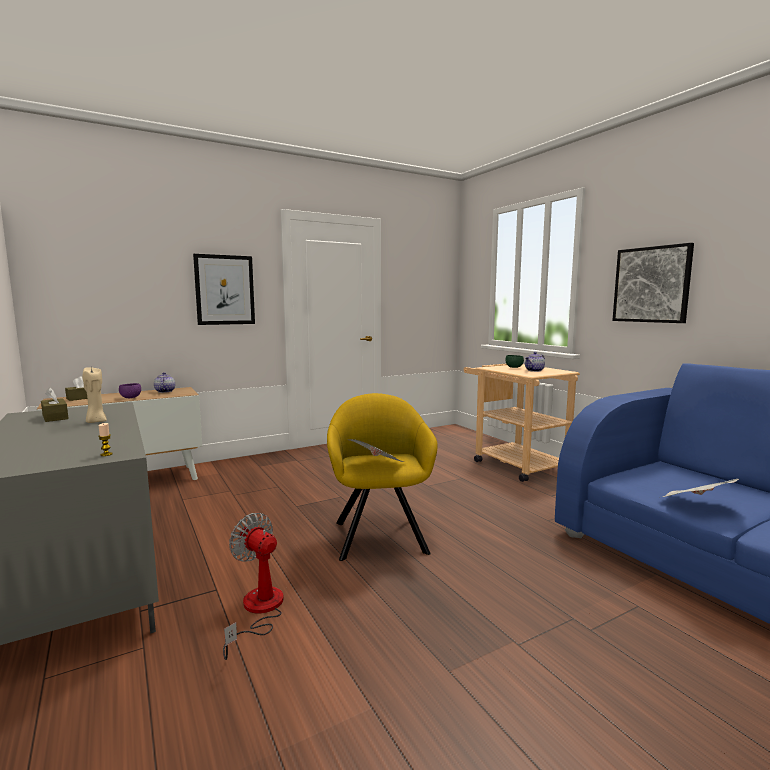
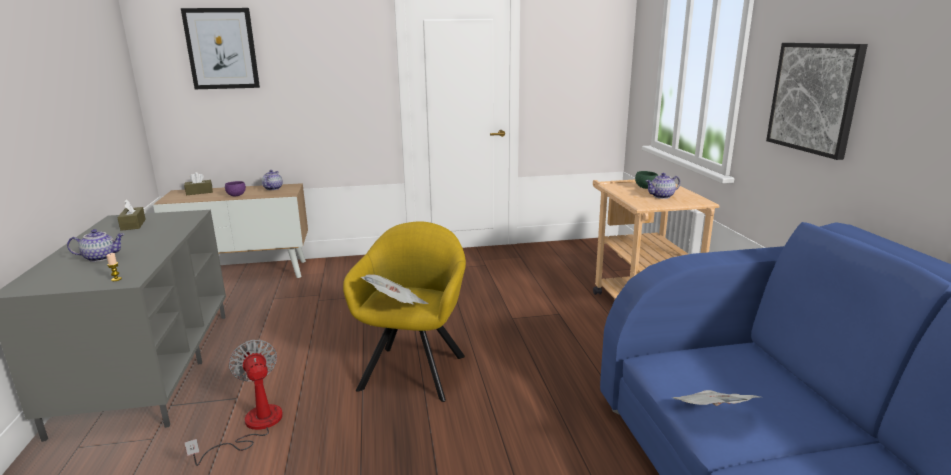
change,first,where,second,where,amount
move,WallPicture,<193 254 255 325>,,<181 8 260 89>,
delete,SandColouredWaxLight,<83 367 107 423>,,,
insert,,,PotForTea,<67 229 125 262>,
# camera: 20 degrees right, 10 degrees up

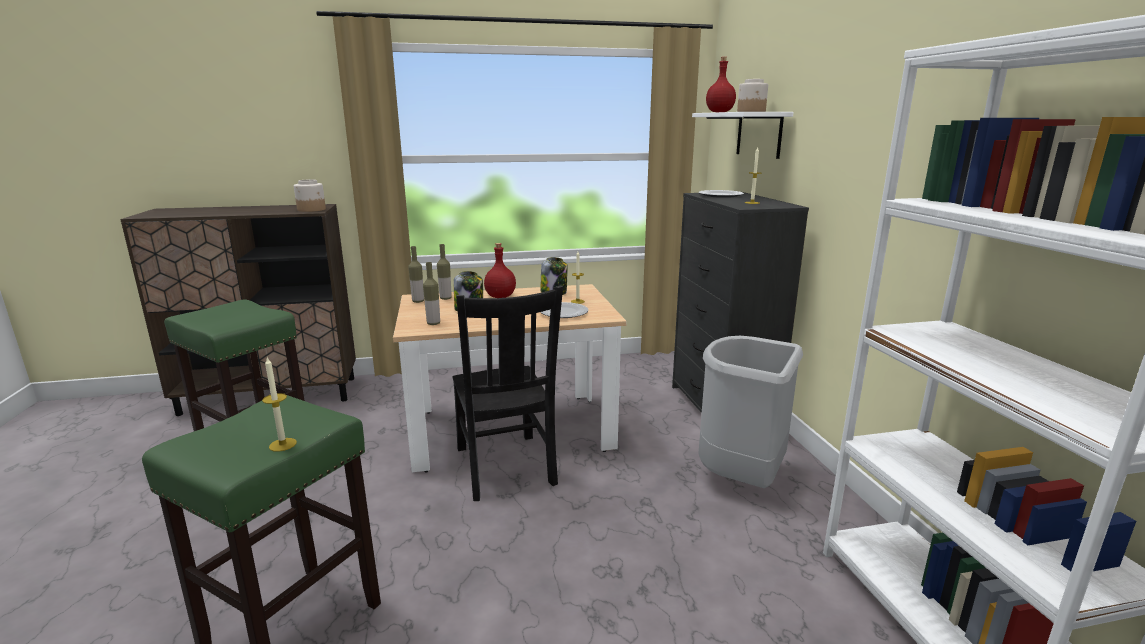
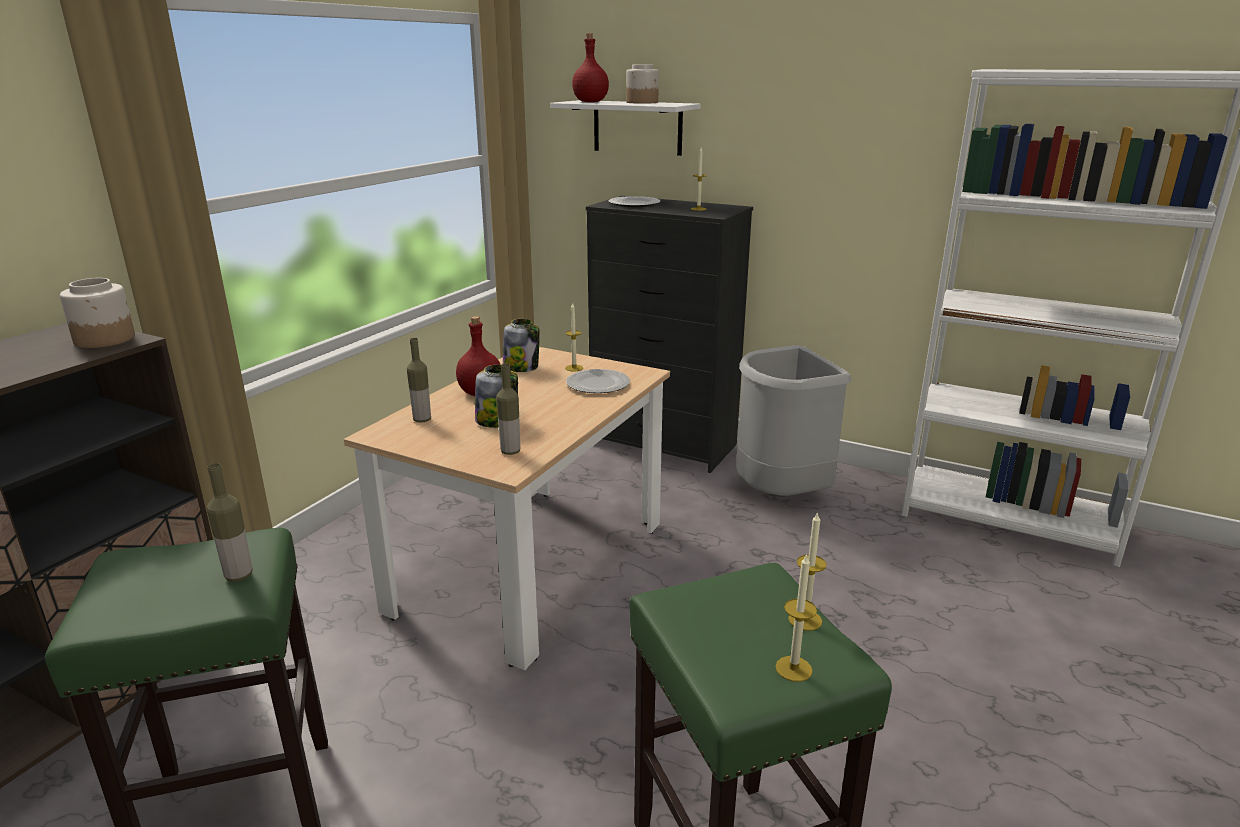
change,first,where,second,where,amount
move,DrinkBottle,<408 246 424 303>,,<207 463 252 582>,
delete,BlackPlainChair,<452 286 563 501>,,,
insert,,,WaxLight,<775 553 817 682>,
# camera: 50 degrees left, 5 degrees up

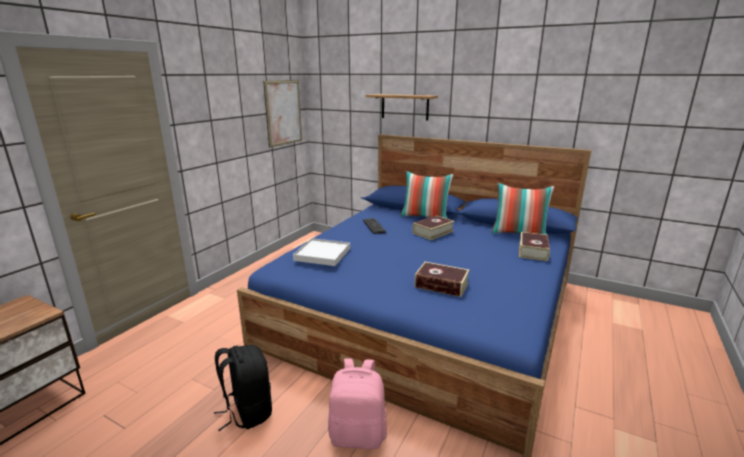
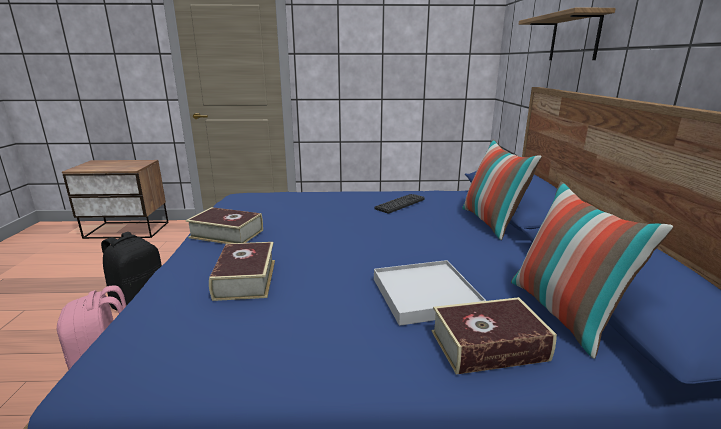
change,first,where,second,where,amount
delete,WallPicture,<263 80 302 148>,,,
move,BoundBook,<413 215 455 240>,,<186 207 263 244>,
move,WhiteColouredCarryingTray,<293 238 350 266>,,<374 260 486 326>,
# camera: 60 degrees right, 0 degrees up

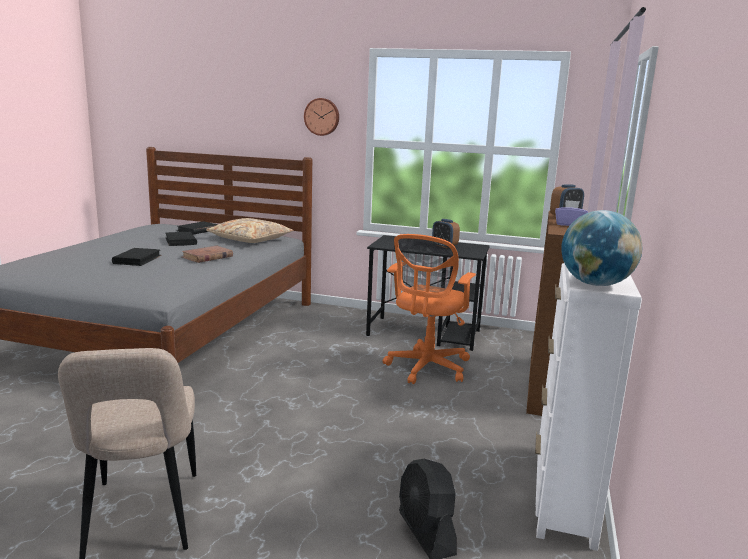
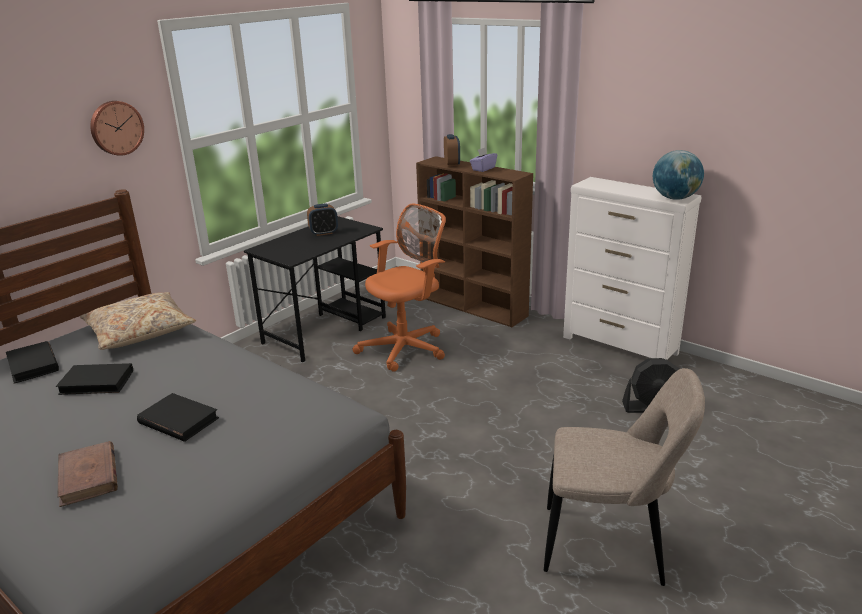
change,first,where,second,where,amount
rotate,OrangeColouredOfficeChair,<383 234 476 384>,,<353 204 446 372>,90 degrees counterclockwise
move,BrownishBoundBook,<182 245 233 263>,,<58 441 118 507>,
# camera: 65 degrees left, 10 degrees up

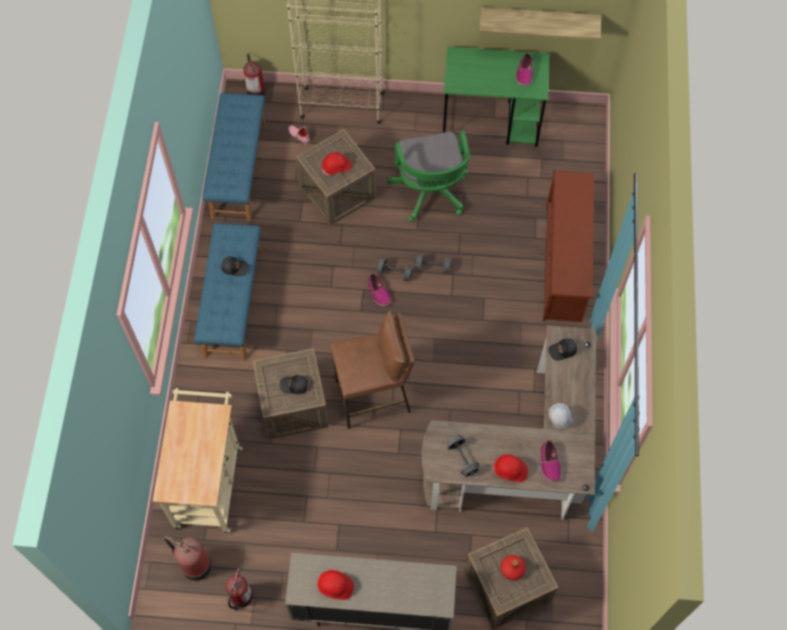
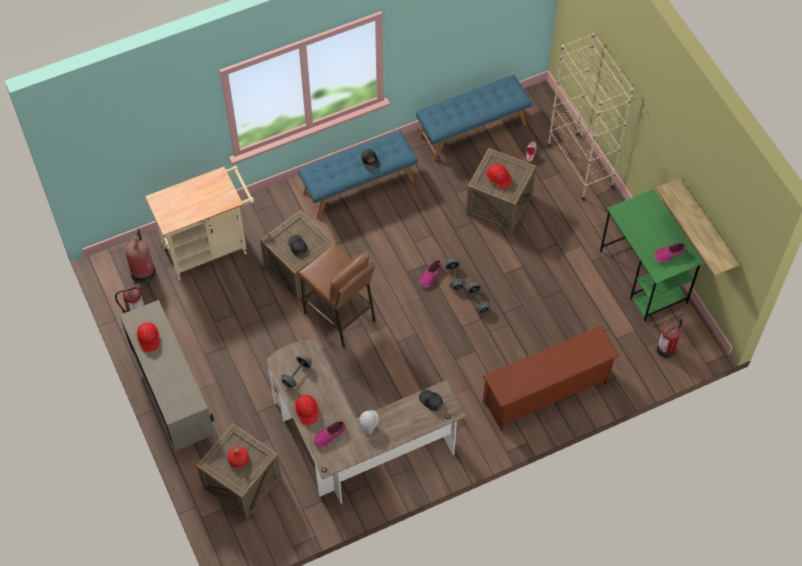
change,first,where,second,where,amount
move,FireFightingCylinder,<243 54 265 96>,,<657 319 682 358>,
delete,GreenishOfficeChair,<387 130 470 221>,,,
# camera: 60 degrees right, 5 degrees down

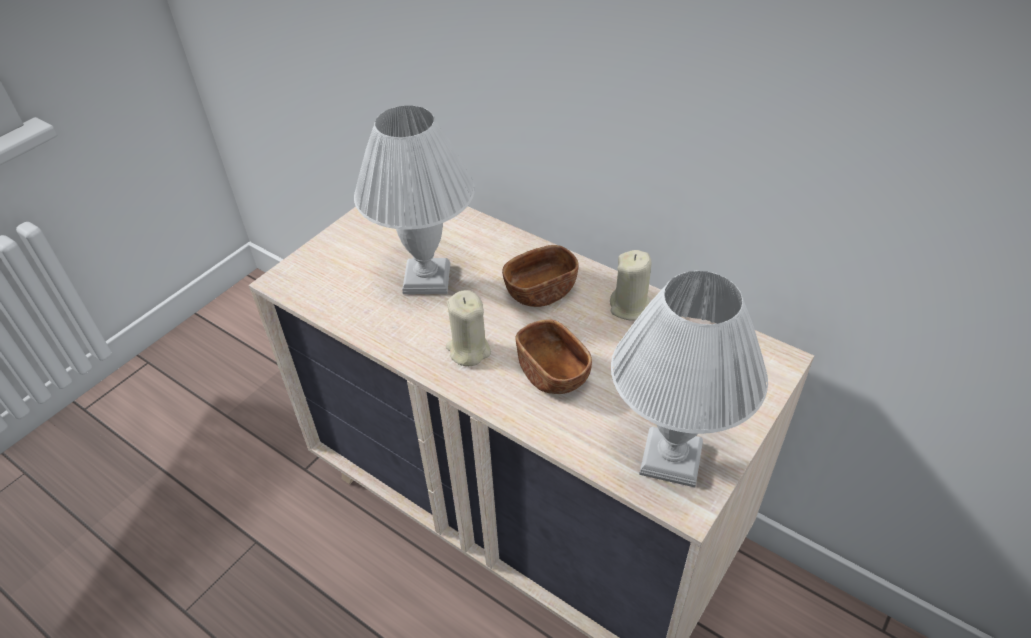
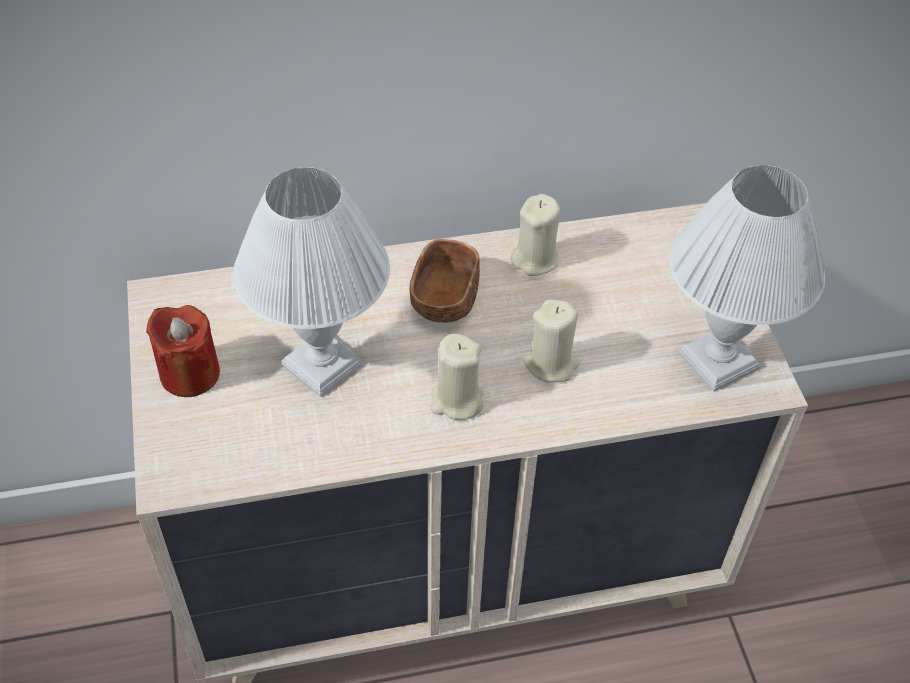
change,first,where,second,where,amount
replace,BrownishBowl,<515 319 592 394>,SandColouredWaxLight,<524 300 580 382>,
insert,,,ReddishWaxLight,<146 305 220 397>,
# camera: 50 degrees left, 5 degrees up

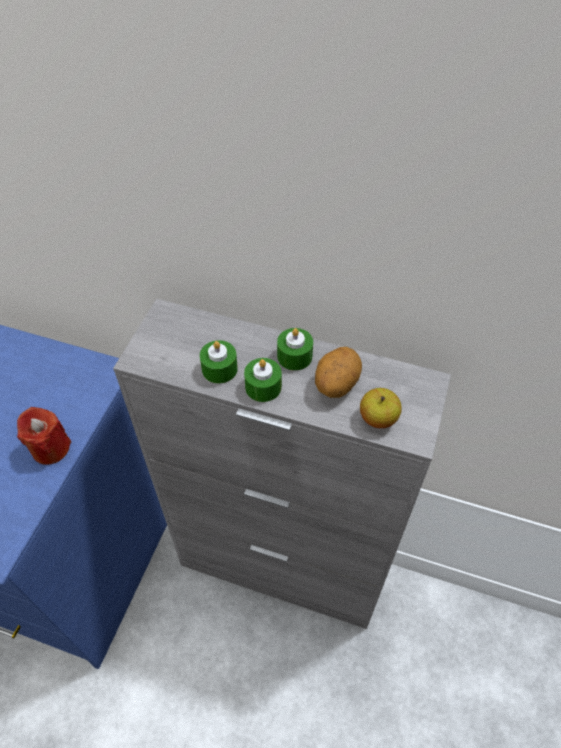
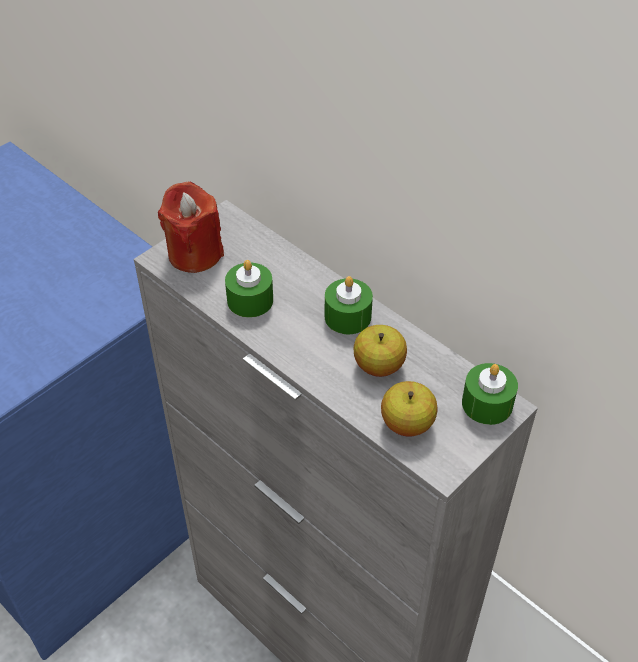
change,first,where,second,where,amount
replace,Spud,<315 347 362 398>,AppleFruit,<354 325 407 377>,
move,GreenishWaxLight,<244 358 282 402>,,<462 363 518 425>,
move,ReddishWaxLight,<17 407 71 465>,,<158 182 224 273>,
# camera: 25 degrees right, 5 degrees down

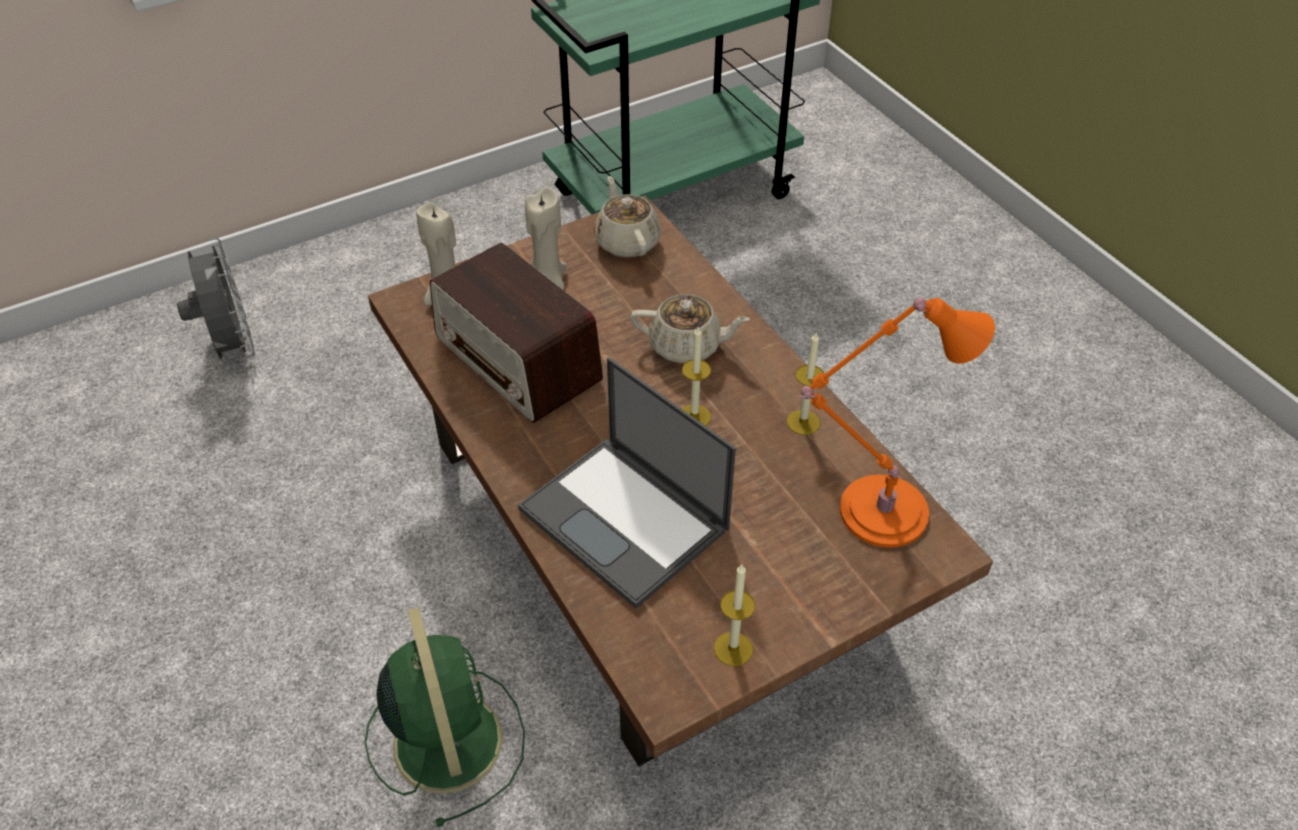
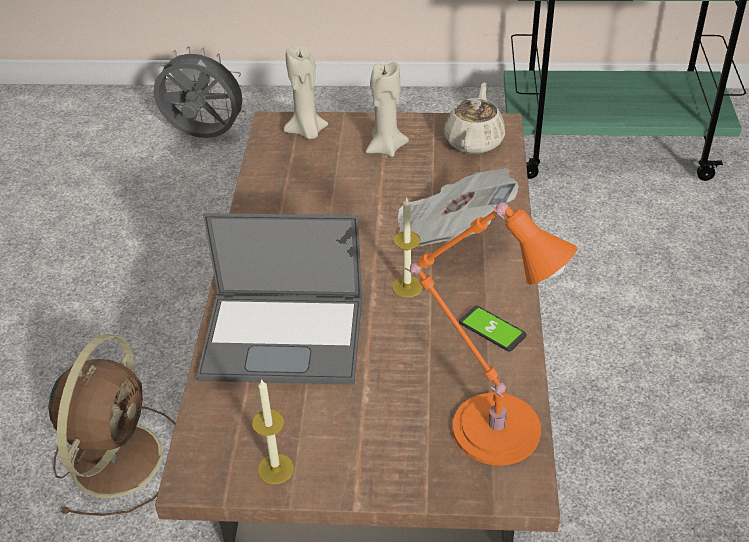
change,first,where,second,where,amount
rotate,GreyishFan,<177 238 255 359>,,<154 46 249 138>,90 degrees counterclockwise
delete,Radio,<430 242 603 423>,,,
replace,SandColouredPotForTea,<630 294 750 363>,Newspaper,<397 168 519 248>,
replace,WaxLight,<787 332 824 435>,Phone,<459 306 527 351>,
rotate,PortableComputer,<518 357 736 608>,,<197 213 362 385>,75 degrees counterclockwise
recolor,GreenishFan,<364 607 525 827>,BrownishFan,<48 334 176 516>,
# camera: 35 degrees right, 5 degrees down

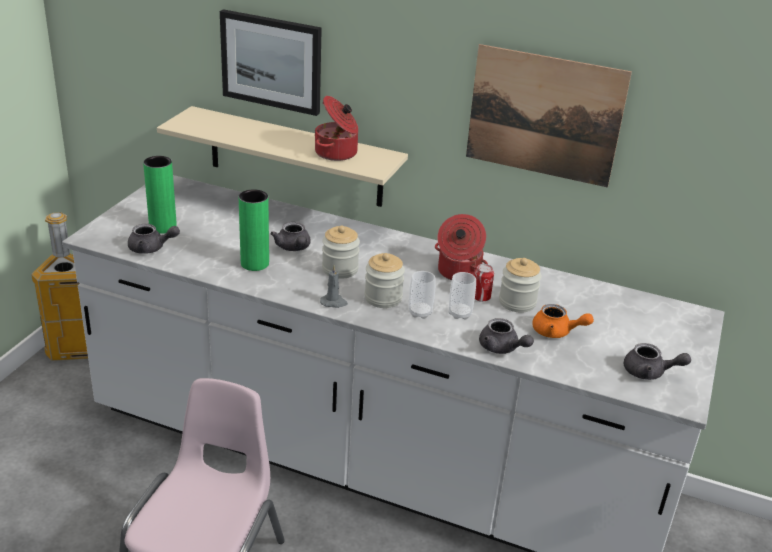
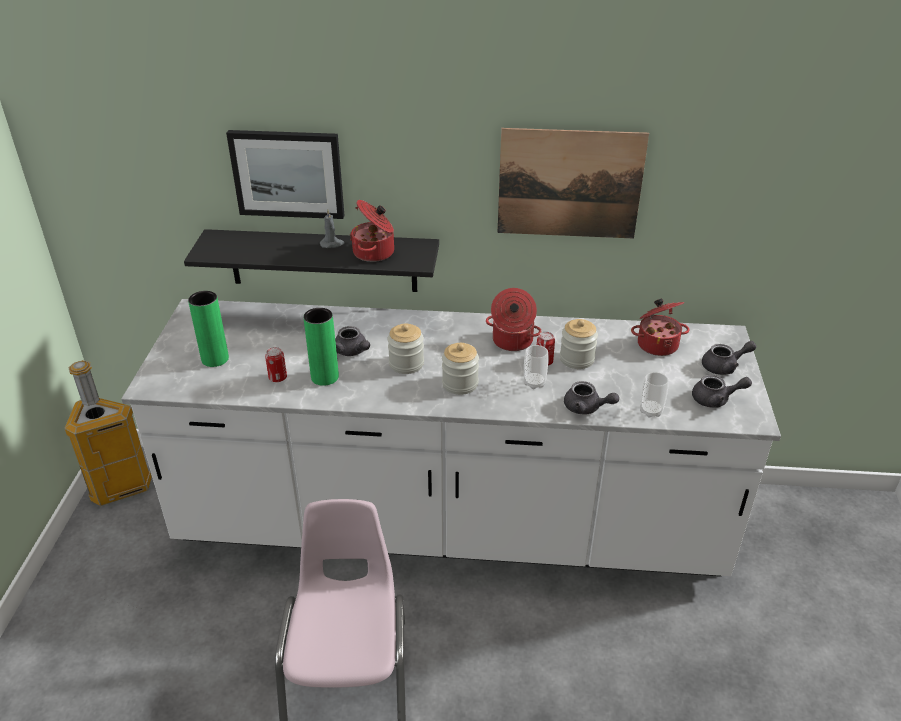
change,first,where,second,where,amount
recolor,SandColouredBracketShelf,<157 106 408 207>,BlackBracketShelf,<184 229 439 292>,
move,GreyishPotForTea,<128 224 180 254>,,<702 341 756 375>,
move,GreyishWaxLight,<320 265 348 308>,,<320 210 344 248>,
move,DrinkingCup,<409 271 435 319>,,<640 372 669 418>,
delete,OrangeColouredPotForTea,<532 304 594 338>,,,
insert,,,Saucepot,<631 299 689 356>,
insert,,,Can,<265 347 287 382>,
# camera: 15 degrees left, 5 degrees up

